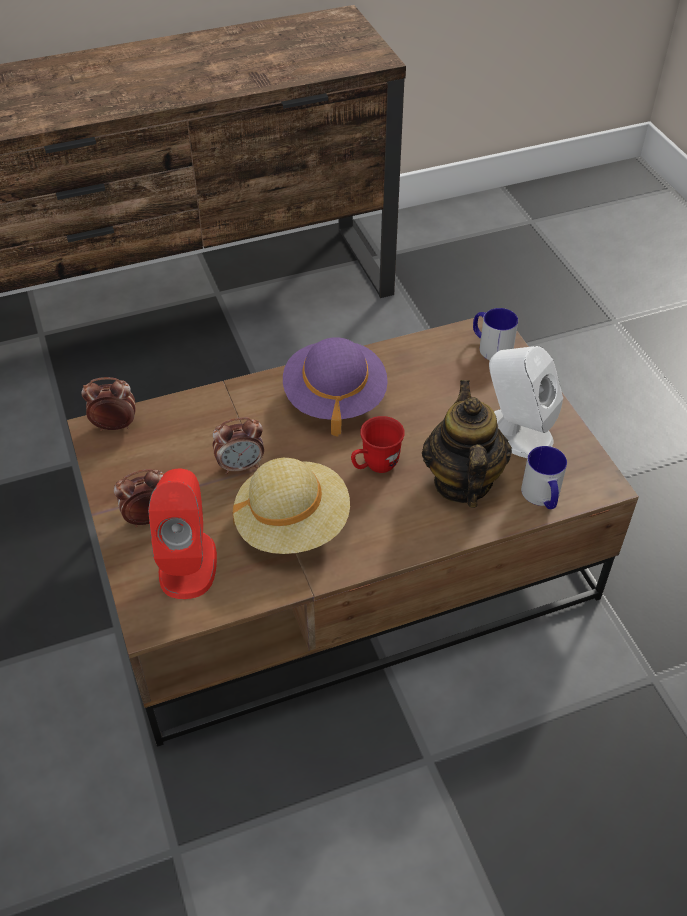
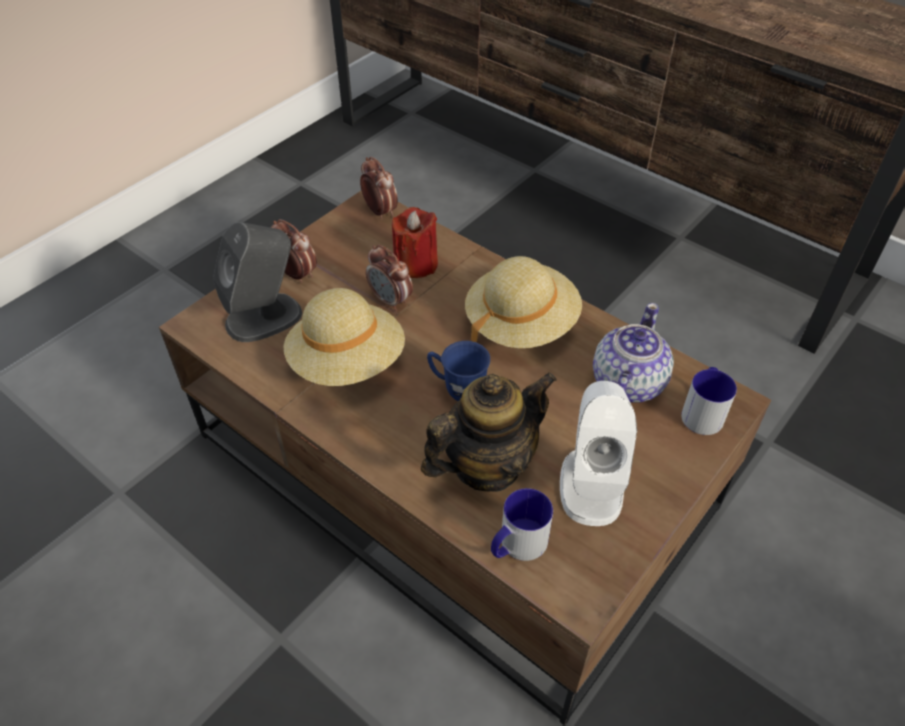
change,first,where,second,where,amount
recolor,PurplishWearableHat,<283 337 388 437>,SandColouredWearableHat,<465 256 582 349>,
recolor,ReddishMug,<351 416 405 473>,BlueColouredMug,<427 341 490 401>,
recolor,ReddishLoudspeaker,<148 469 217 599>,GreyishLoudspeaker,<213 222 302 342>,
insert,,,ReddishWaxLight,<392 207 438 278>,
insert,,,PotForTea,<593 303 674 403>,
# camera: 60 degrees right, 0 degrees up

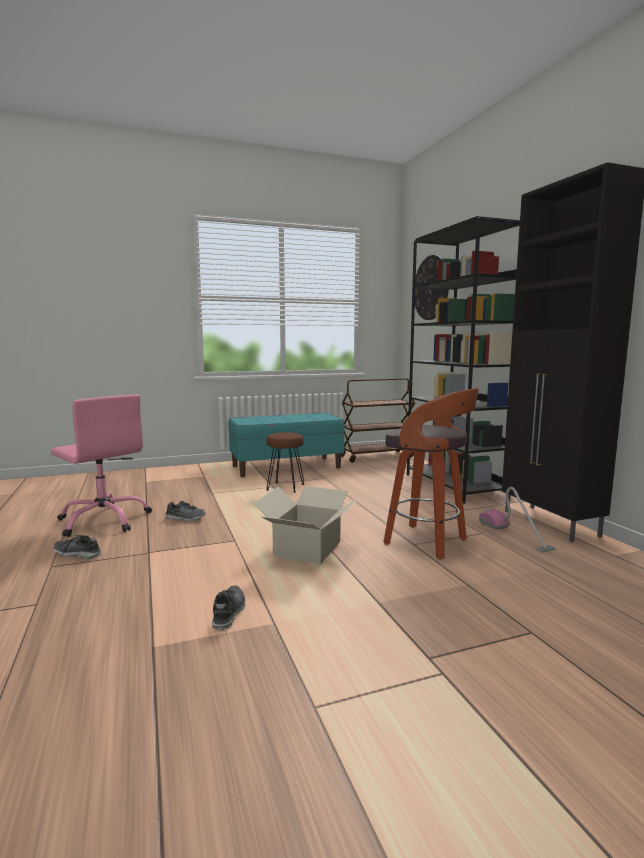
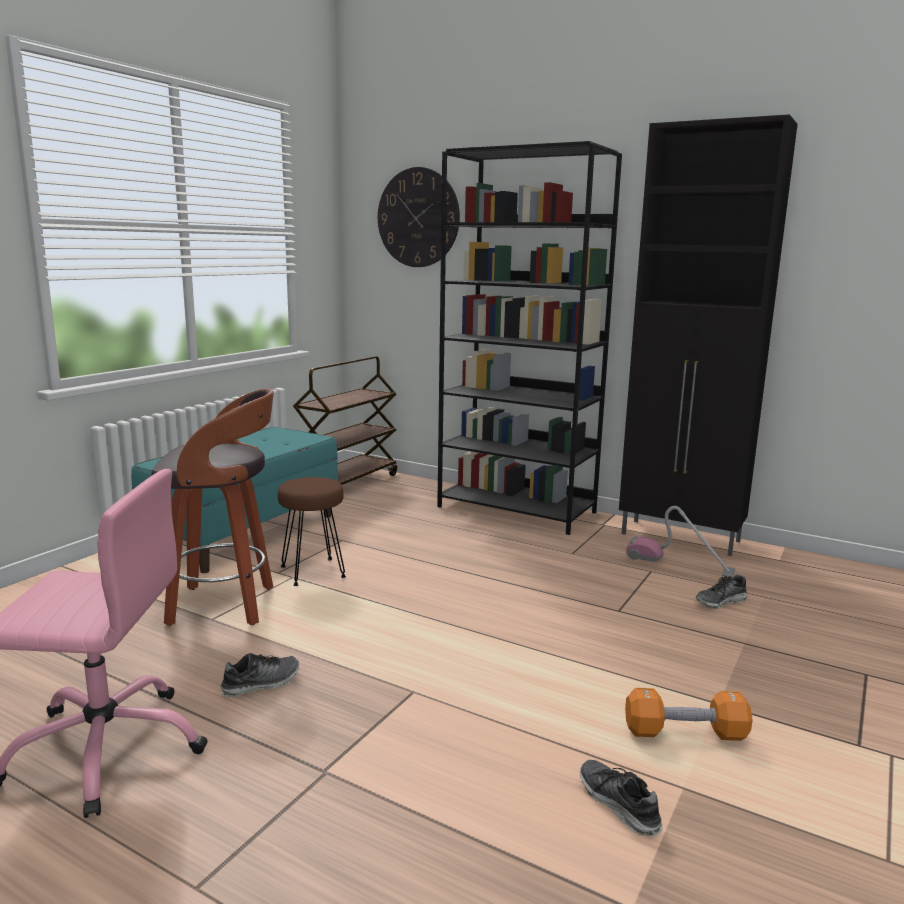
change,first,where,second,where,amount
move,StoolSeat,<383 387 479 560>,,<151 389 274 626>,
delete,CardboardBox,<253 486 361 564>,,,
move,LowShoe,<53 535 102 559>,,<696 574 748 609>,
insert,,,OrangeColouredDumbbell,<625 688 753 741>,
# camera: 40 degrees left, 5 degrees up

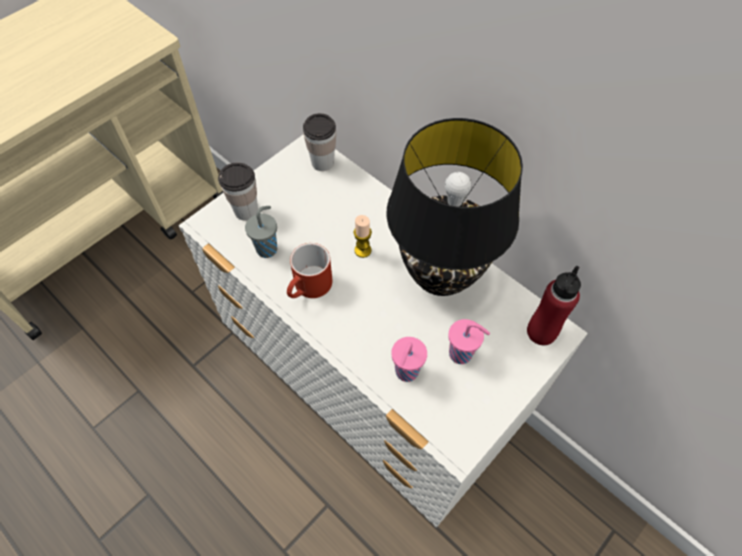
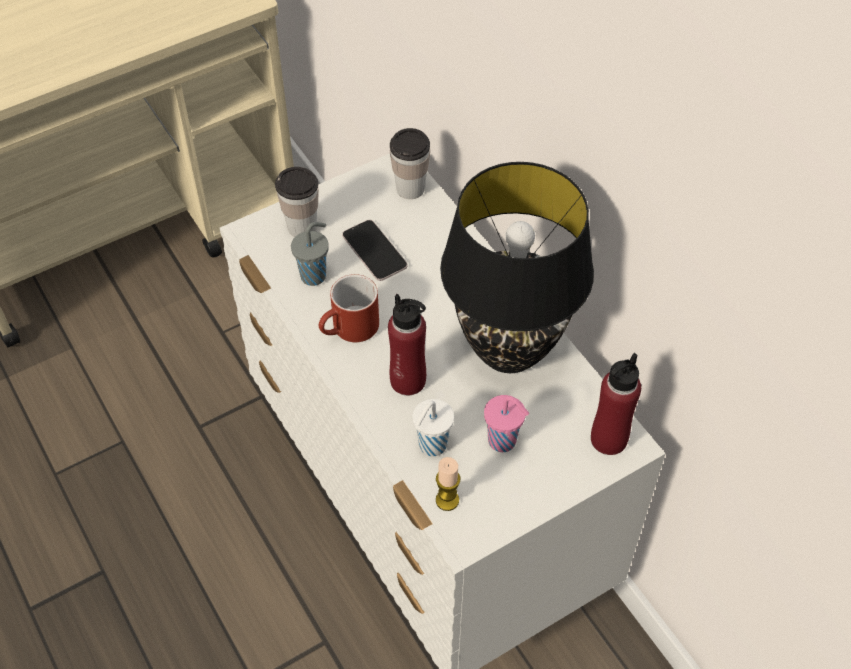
change,first,where,second,where,amount
move,WaxLight,<354 215 372 258>,,<436 457 460 511>,
recolor,PinkDrinkingCup,<391 337 427 382>,WhiteColouredDrinkingCup,<412 399 454 456>,
insert,,,Phone,<342 220 407 281>,
insert,,,ReddishDrinkBottle,<388 294 426 395>,
# camera: 15 degrees right, 5 degrees down

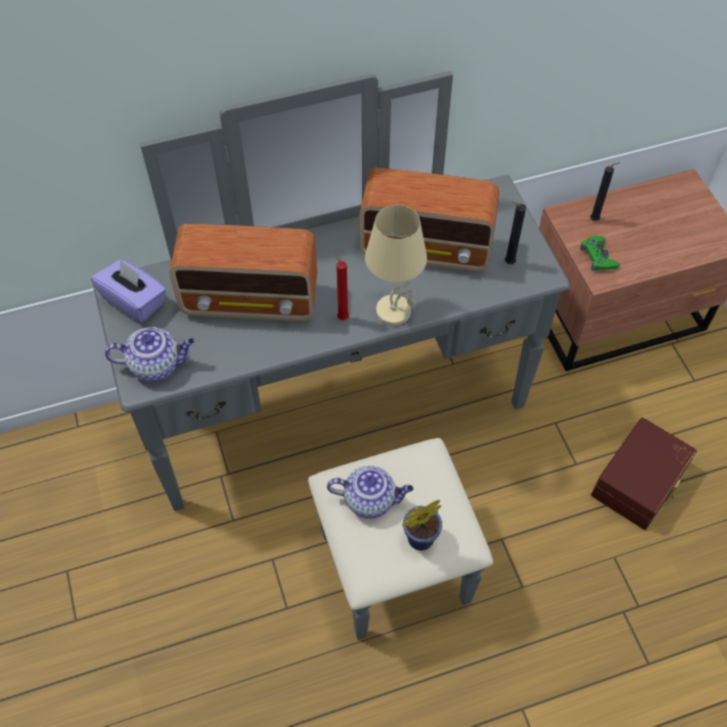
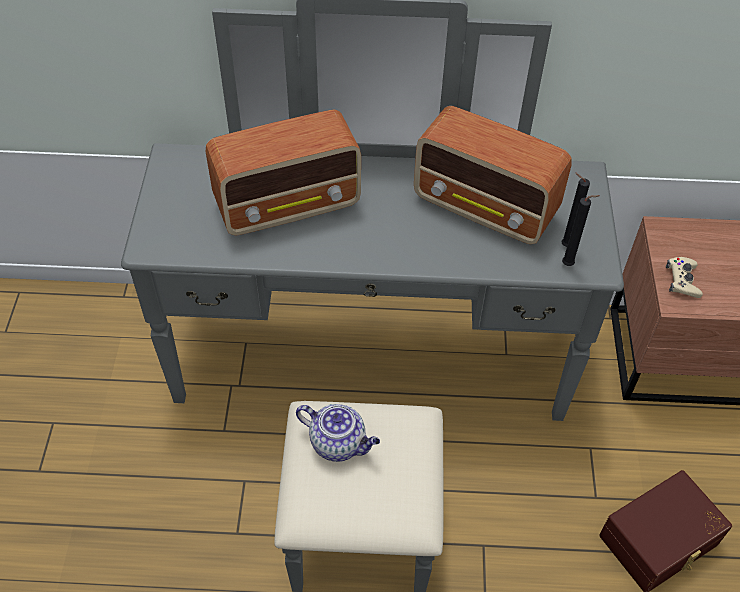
change,first,where,second,where,amount
move,BlackWaxLight,<590 162 620 221>,,<562 195 600 266>,
delete,SandColouredTabletopLamp,<365 205 427 326>,,,
rotate,Radio,<170 224 317 321>,,<206 110 361 235>,45 degrees counterclockwise
recolor,GreenishGameController,<580 236 620 271>,SandColouredGameController,<666 257 703 298>,
delete,ReddishWaxLight,<335 251 349 320>,,,
delete,PurplishTissueBox,<91 259 166 323>,,,
delete,PotForTea,<105 327 195 382>,,,
delete,Houseplant,<402 500 442 551>,,,
# camera: 20 degrees right, 5 degrees down

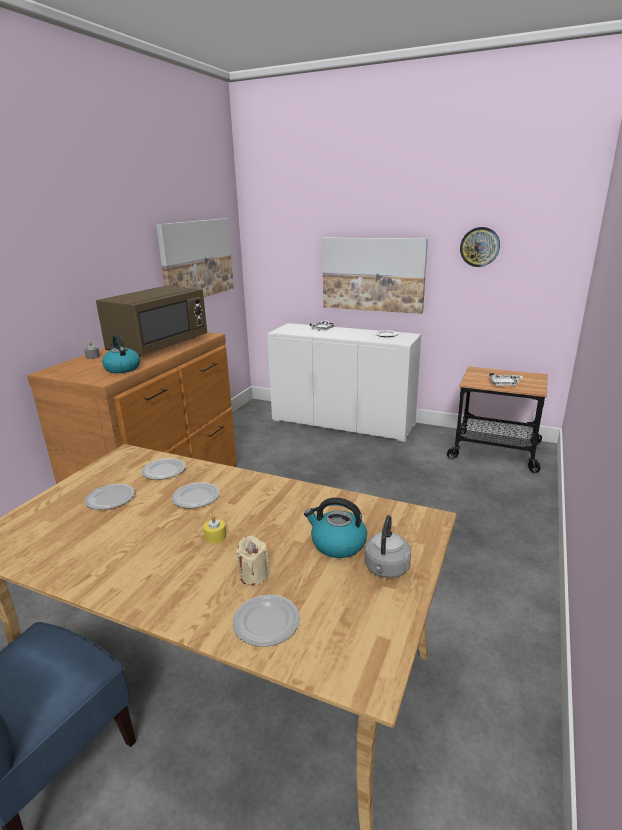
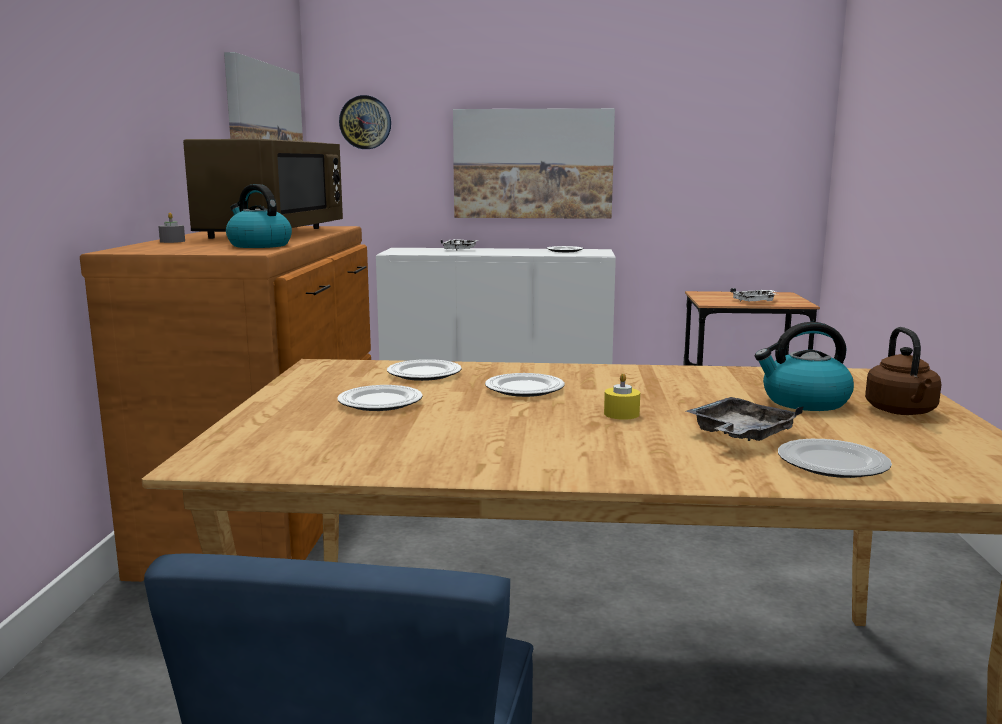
change,first,where,second,where,amount
move,WallClock,<460 227 500 267>,,<339 95 391 149>,
recolor,GreyishTeaKettle,<365 515 411 578>,BrownishTeaKettle,<865 327 942 415>,
replace,SandColouredWaxLight,<236 536 270 586>,GreyishCarryingTray,<686 397 804 441>,
# camera: 20 degrees left, 10 degrees down

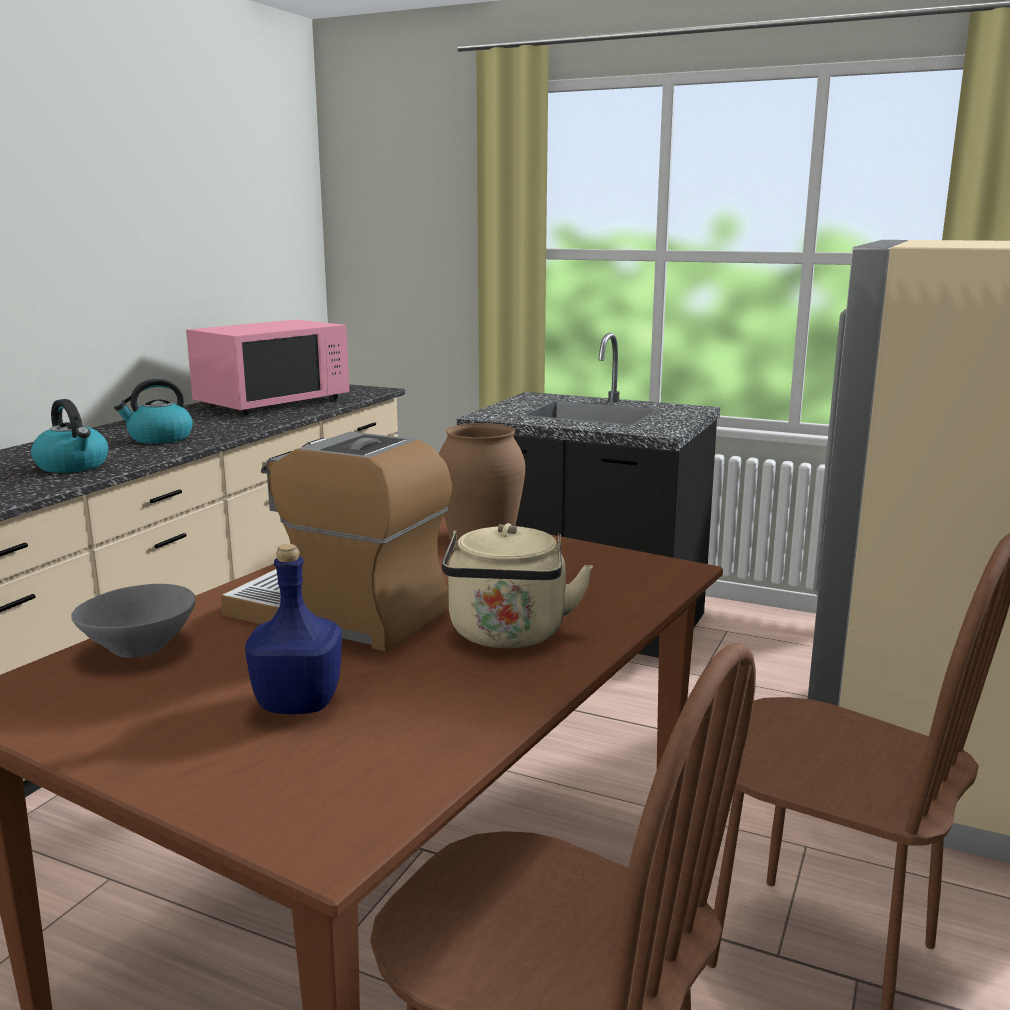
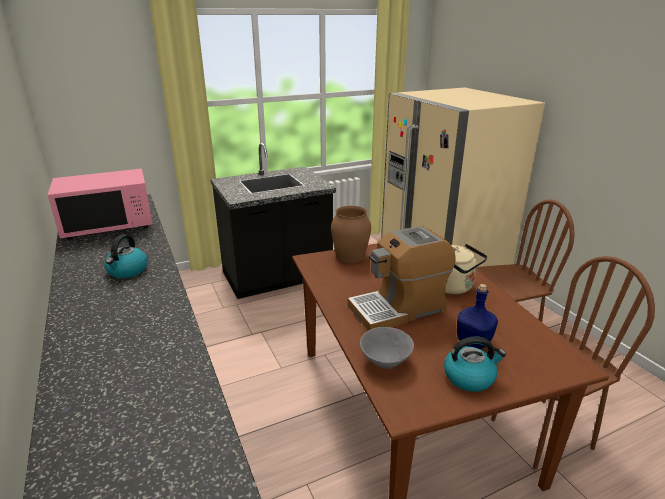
change,first,where,second,where,amount
rotate,PinkMicrowave,<186 319 350 416>,,<48 169 153 240>,75 degrees clockwise
move,TeaKettle,<31 399 108 473>,,<444 337 506 392>,
# camera: 50 degrees left, 10 degrees up

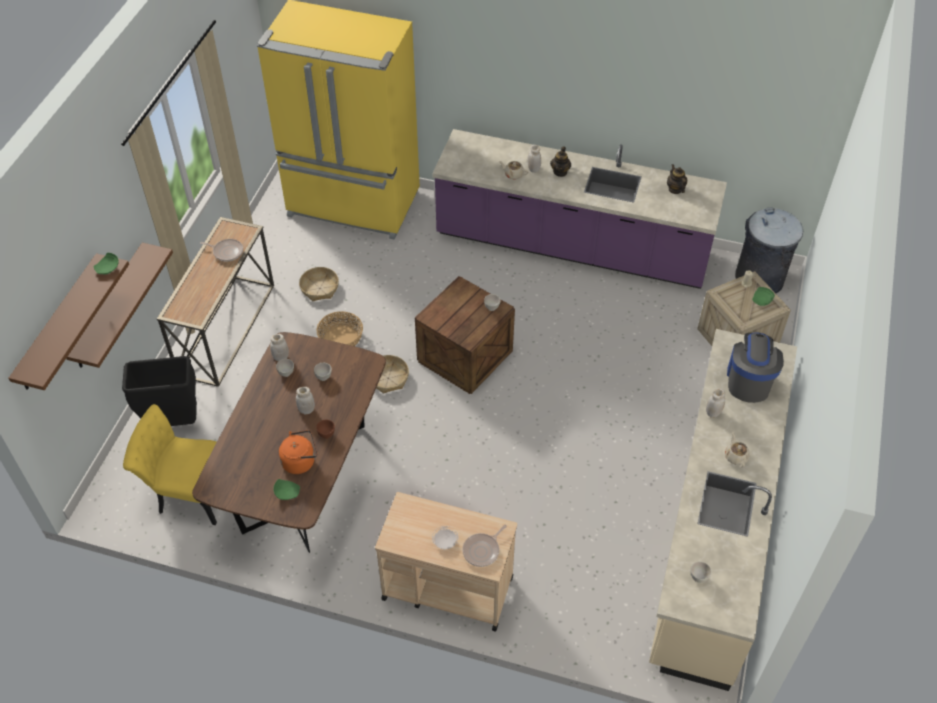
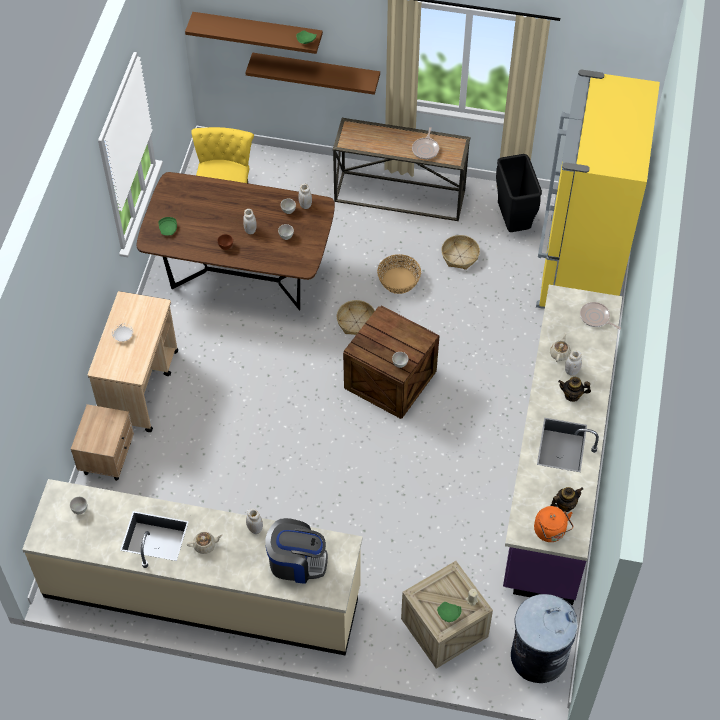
change,first,where,second,where,amount
move,BlackTrashCan,<122 356 197 426>,,<496 154 542 232>,
move,OrangeColouredTeaKettle,<279 430 317 474>,,<534 506 573 542>,
move,Skillet,<462 525 507 567>,,<580 302 621 329>,
insert,,,SandColouredNightTable,<71 404 134 481>,
# camera: 85 degrees right, 5 degrees up

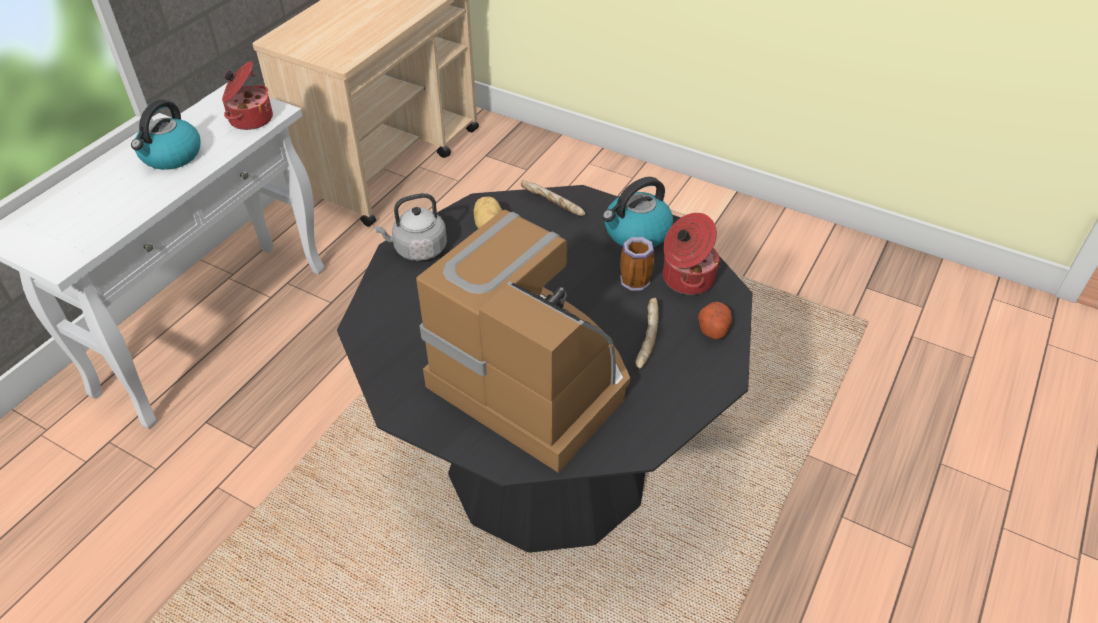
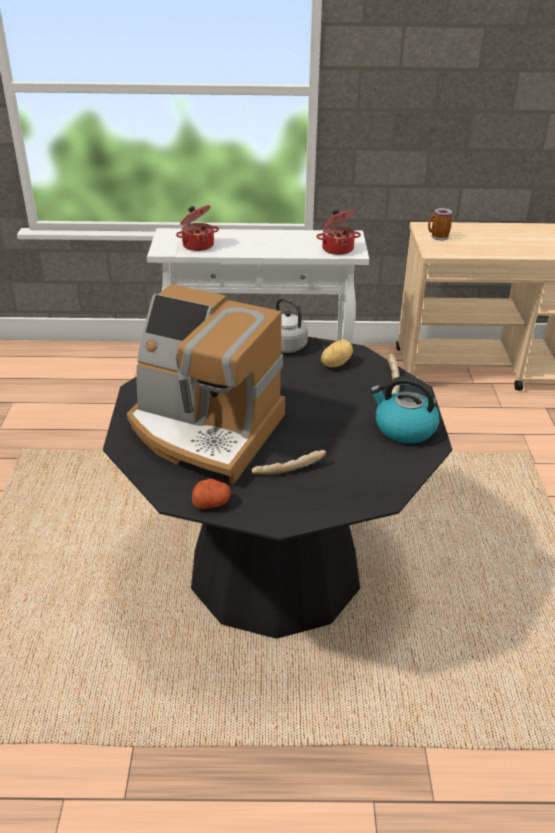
change,first,where,second,where,amount
delete,TeaKettle,<131 100 200 170>,,,
rotate,CoffeeBrewer,<416 210 630 473>,,<127 284 285 484>,105 degrees clockwise
move,Saucepot,<663 213 721 295>,,<176 205 219 251>,
move,Mug,<620 237 654 291>,,<428 208 452 241>,
move,Spud,<698 302 732 339>,,<192 479 231 509>,
# camera: 60 degrees right, 10 degrees down

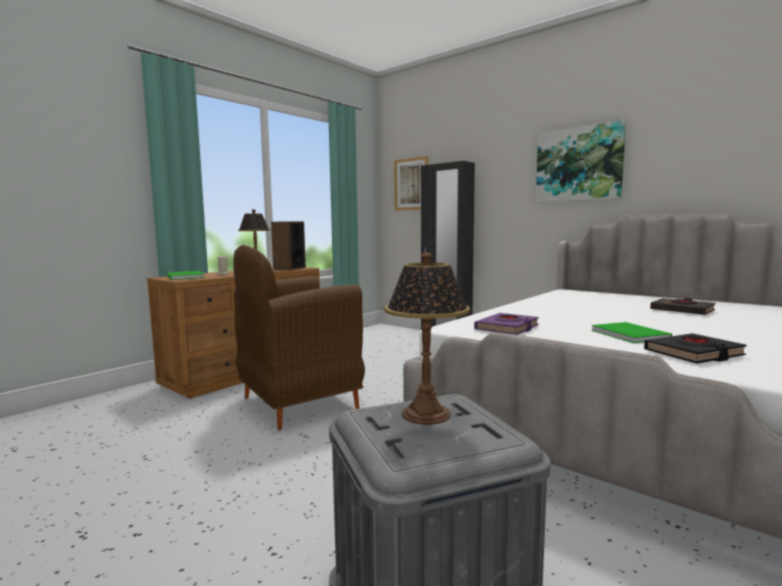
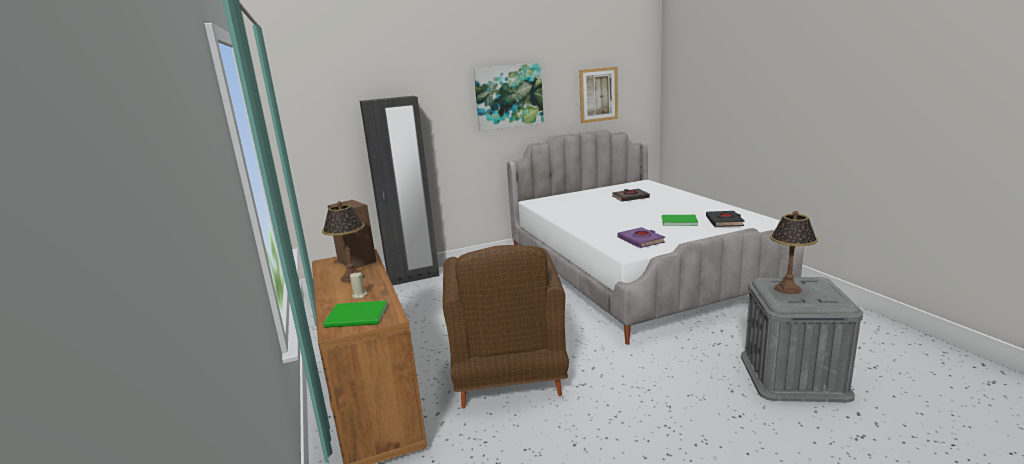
change,first,where,second,where,amount
move,WallPicture,<394 156 428 211>,,<579 67 618 123>,
# camera: 60 degrees left, 10 degrees up

